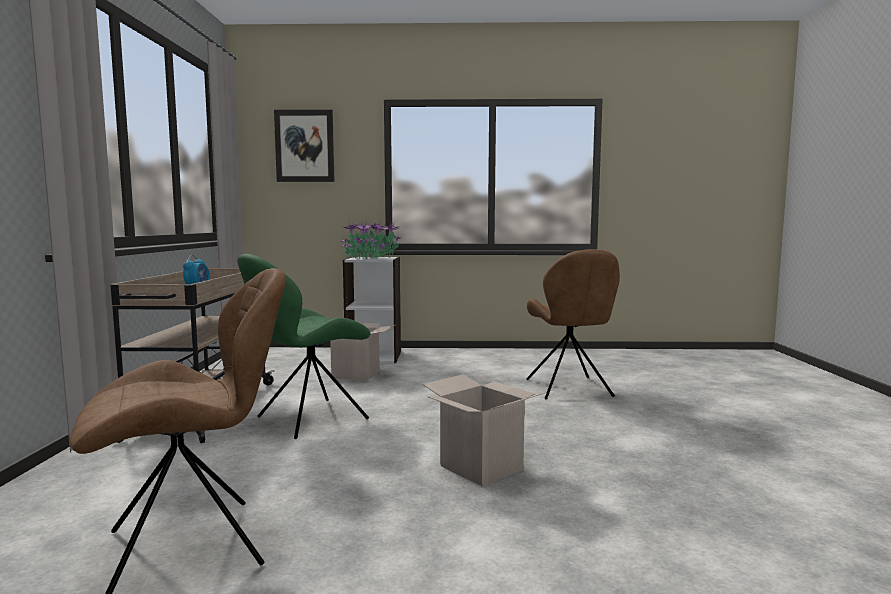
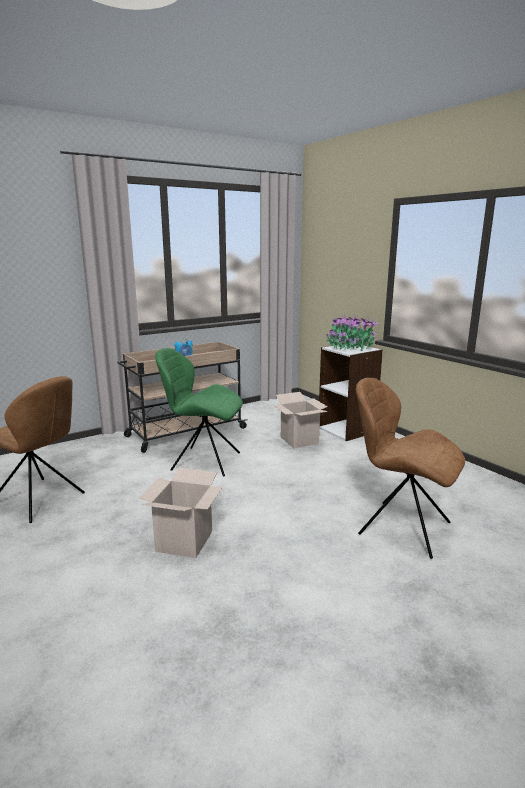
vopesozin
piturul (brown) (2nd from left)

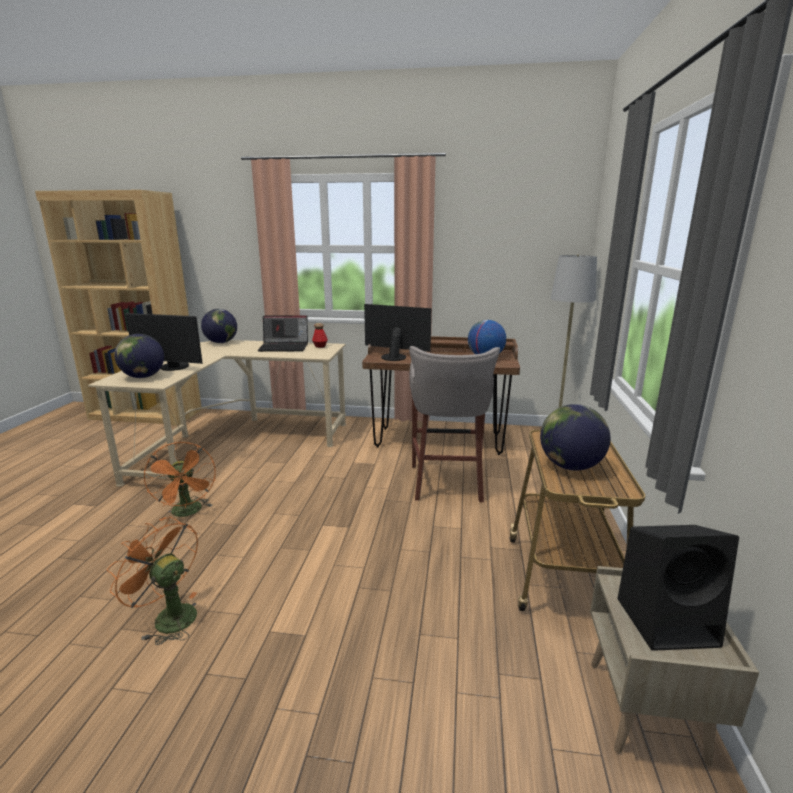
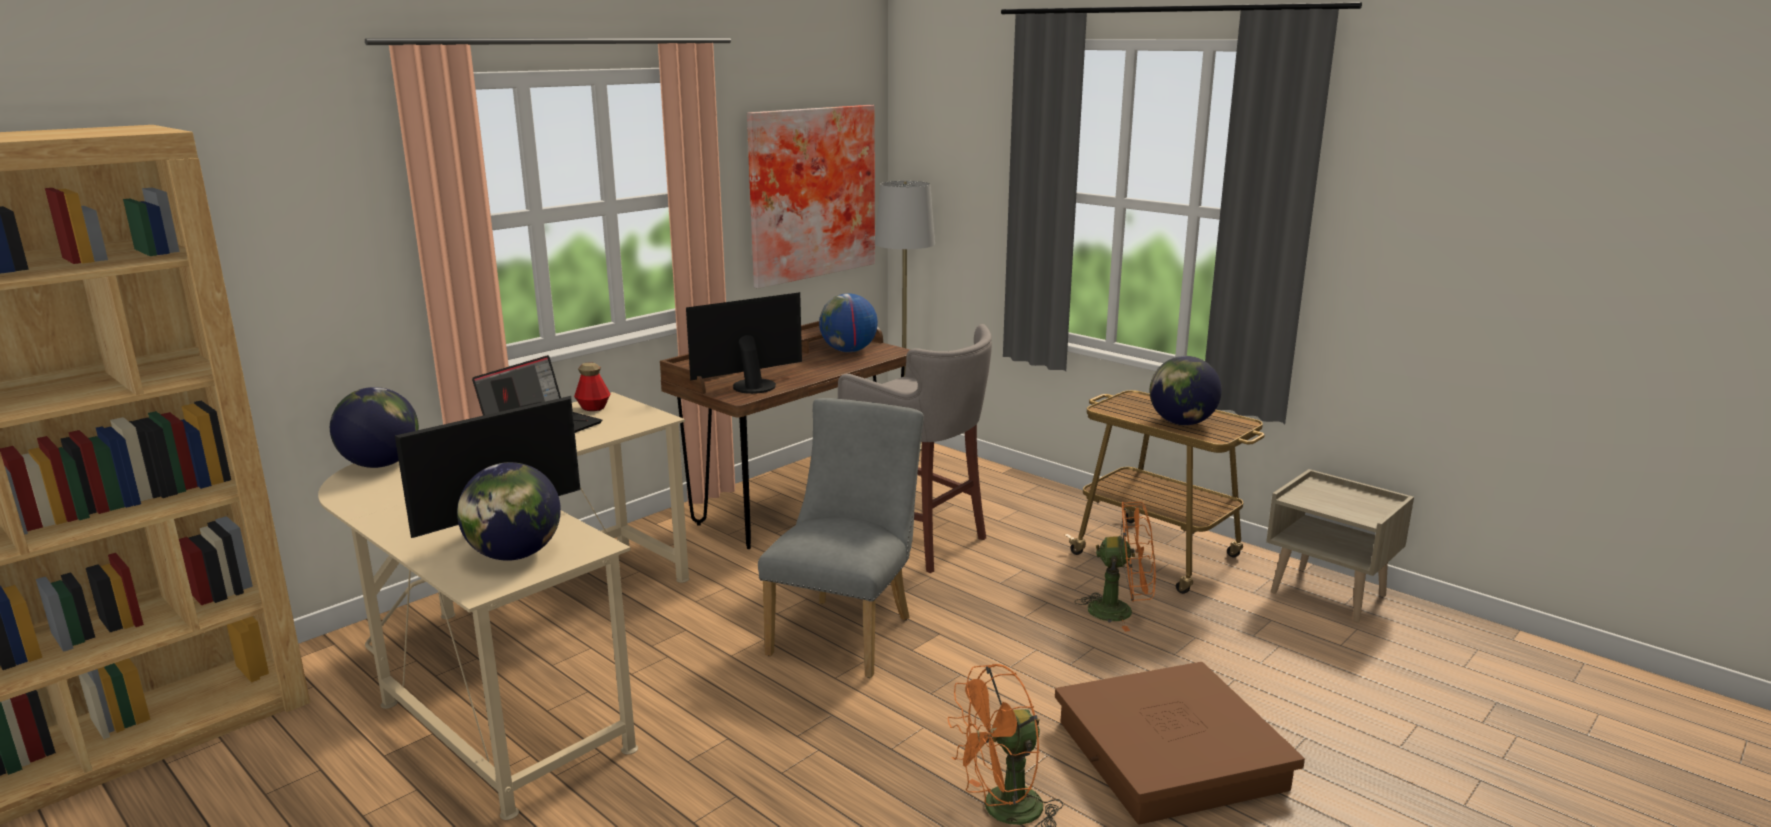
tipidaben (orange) (2nd from left)
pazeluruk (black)
vopesozin
piturul (grey)
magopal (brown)

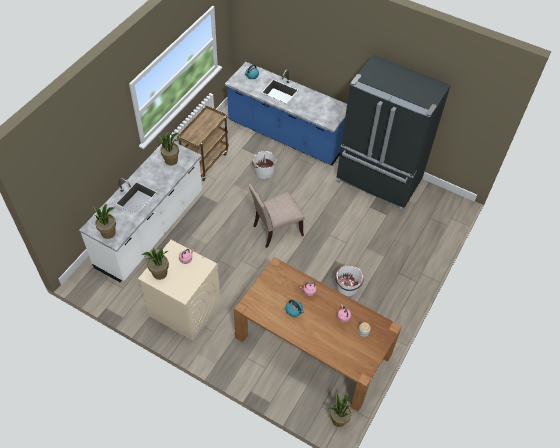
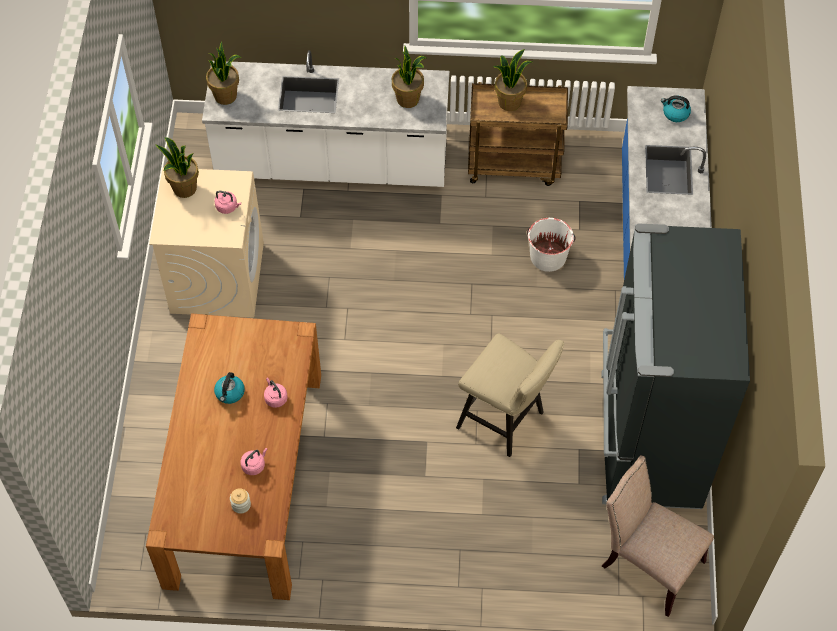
piturul (beige)
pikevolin (4th from left)
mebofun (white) (2nd from left in the first image)
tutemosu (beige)

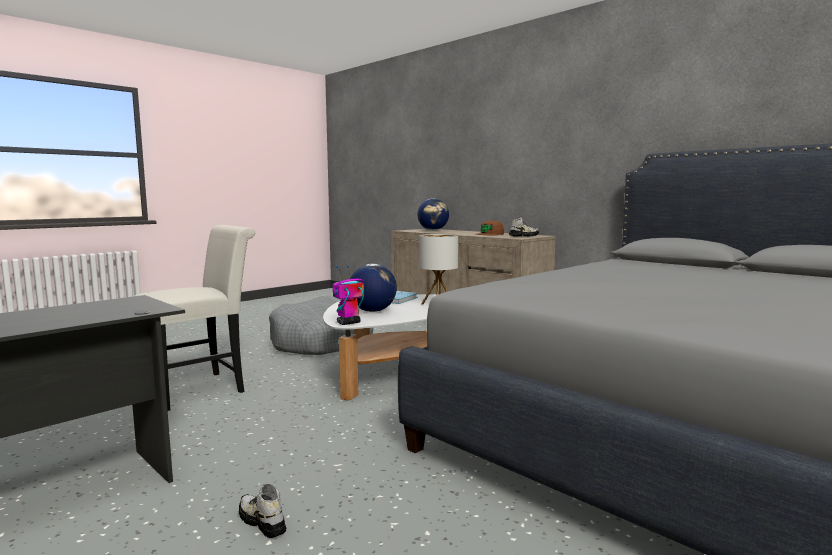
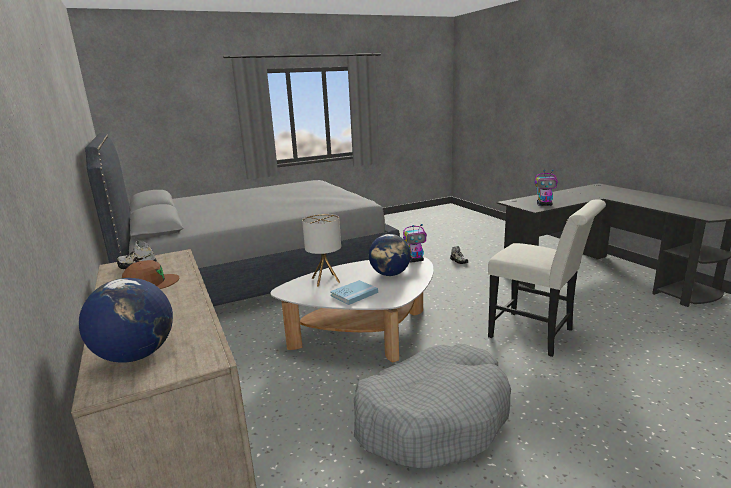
piturul (white)
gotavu (2nd from left)

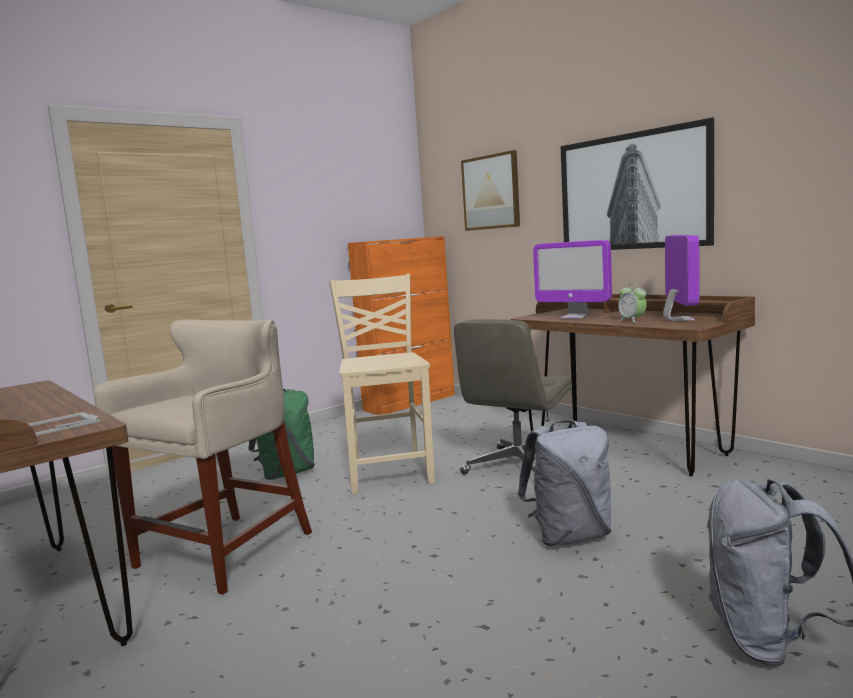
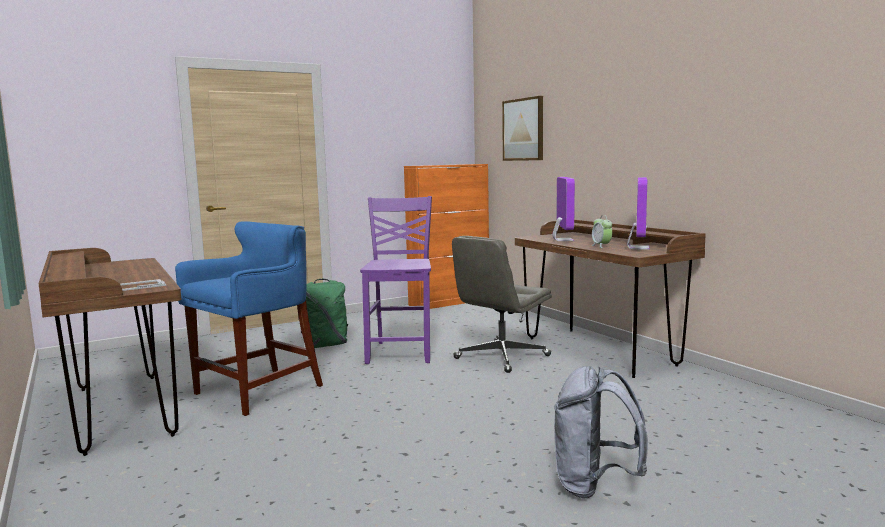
tutemosu (blue)
piturul (purple)
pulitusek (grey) (1st from left in the first image)
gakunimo (1st from left)
vopesozin (2nd from left in the first image)

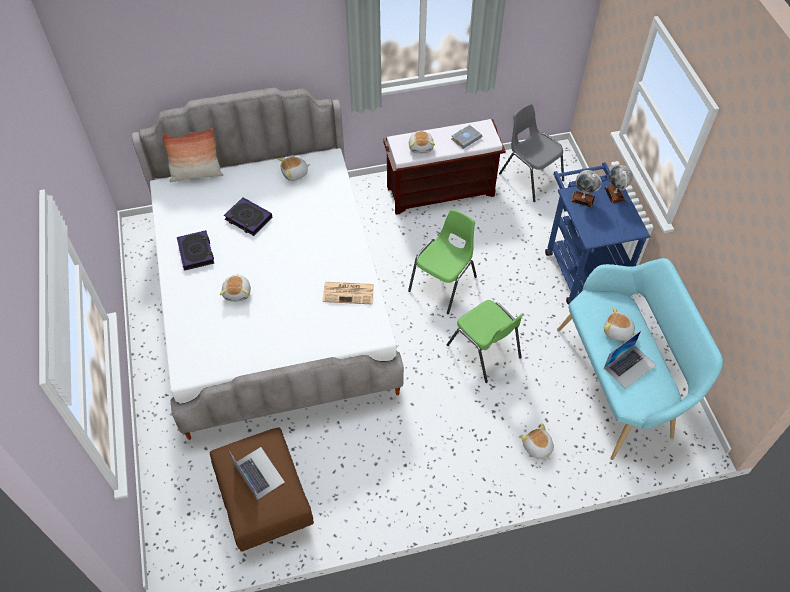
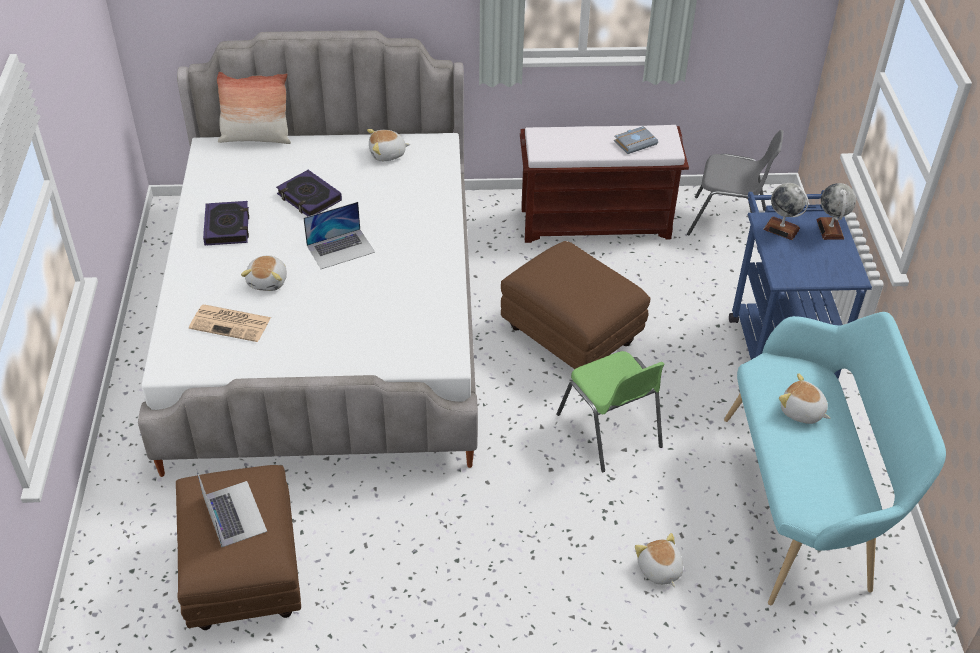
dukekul
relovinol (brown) (2nd from left)
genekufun (3rd from left in the first image)
piturul (grey)
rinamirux (2nd from left)

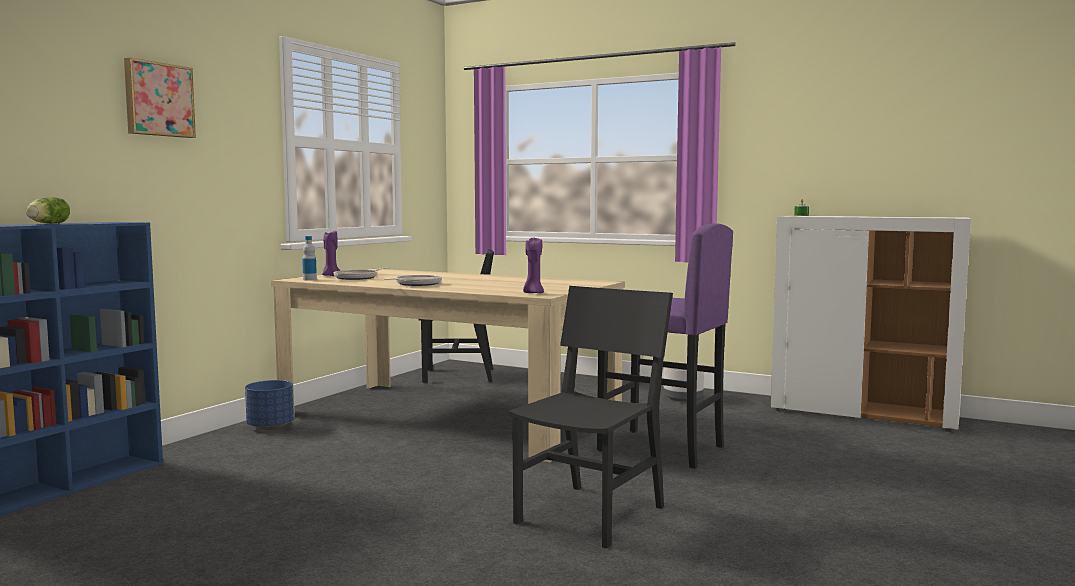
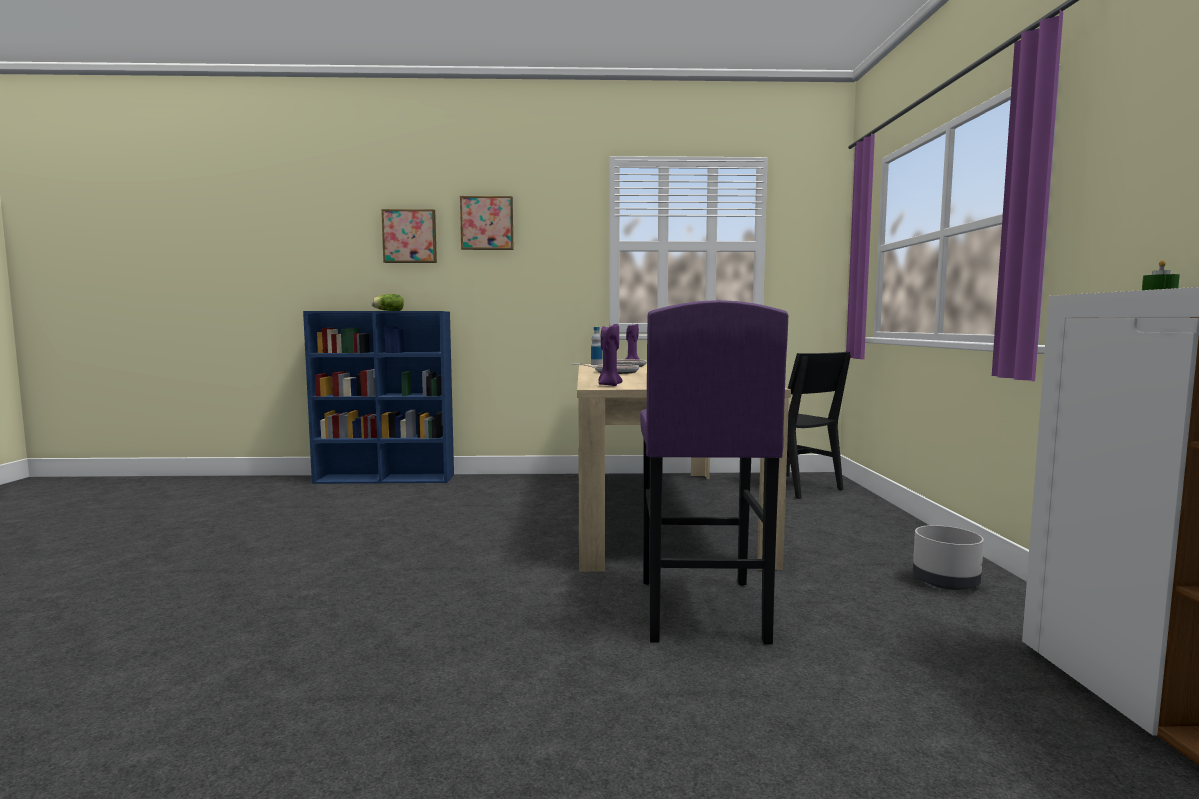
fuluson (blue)
piturul (black) (2nd from left in the first image)
vopesozin (1st from left)

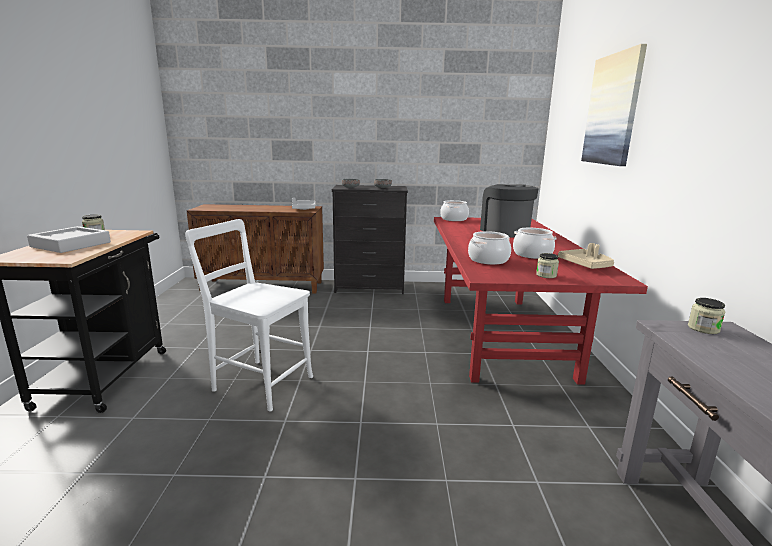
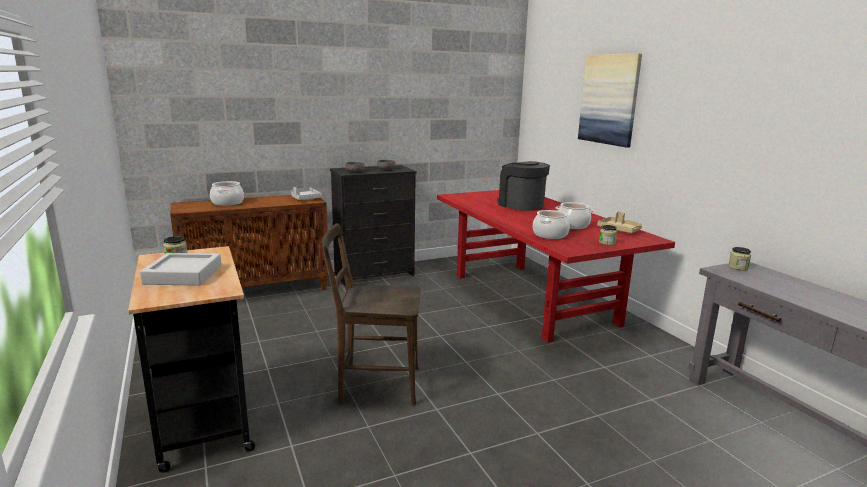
piturul (brown)
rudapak (1st from left)

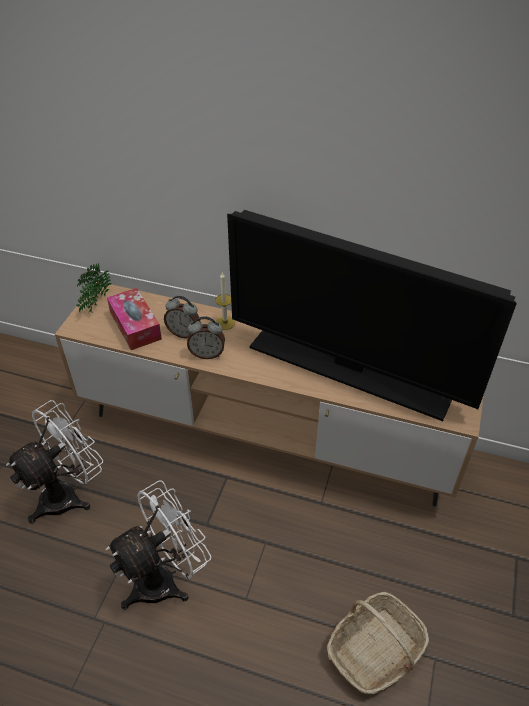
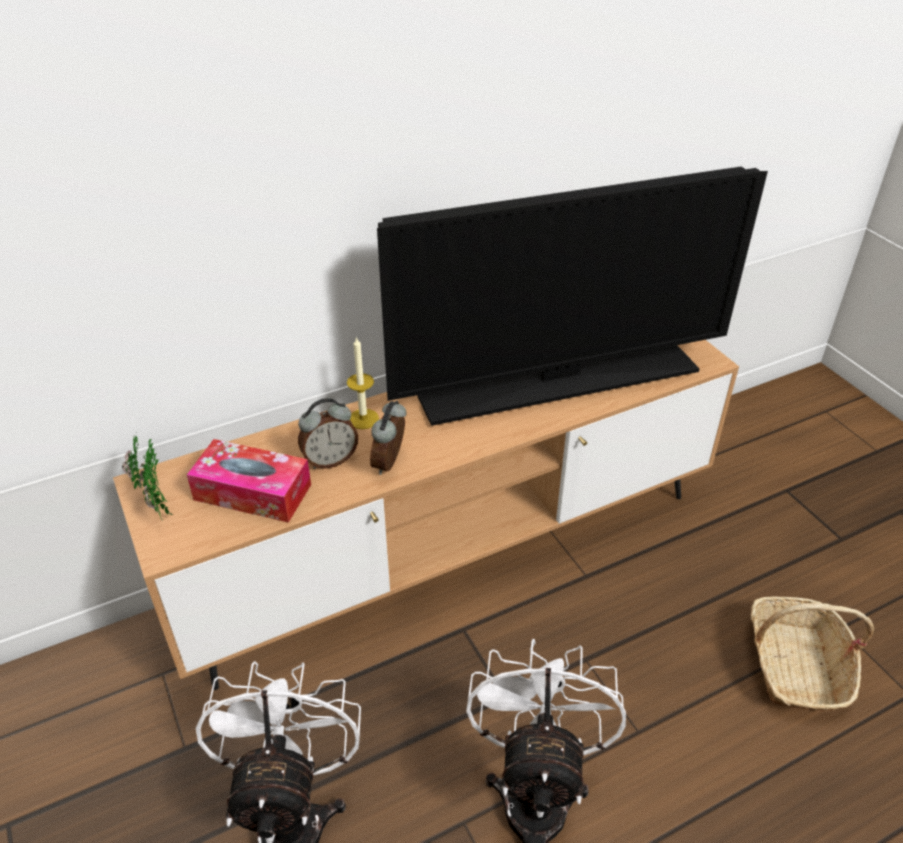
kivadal (2nd from left)

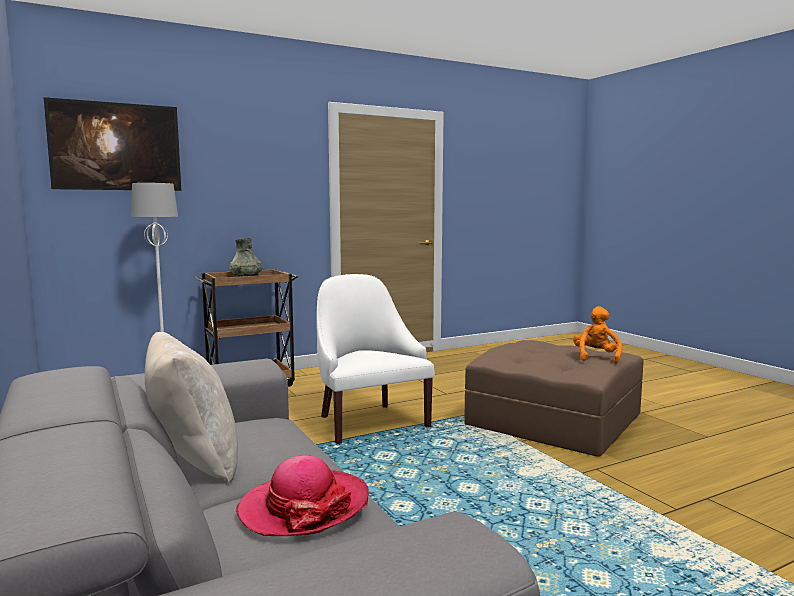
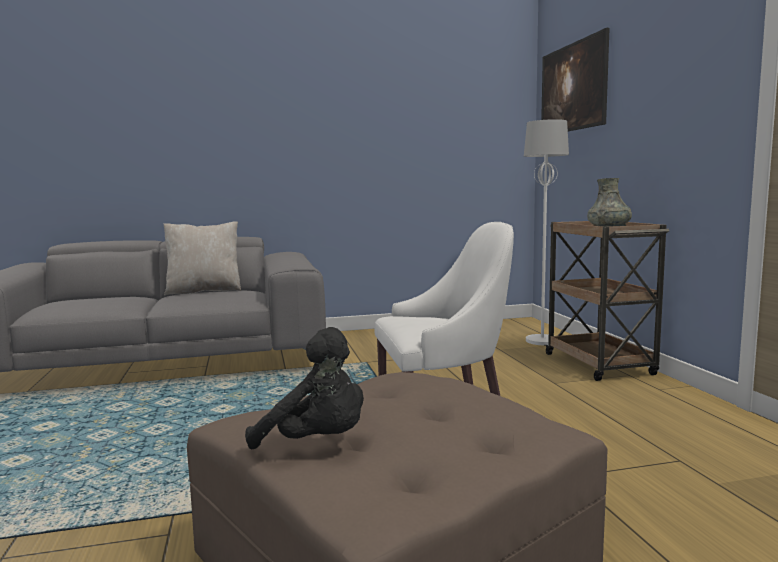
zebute
genekufun (black)

